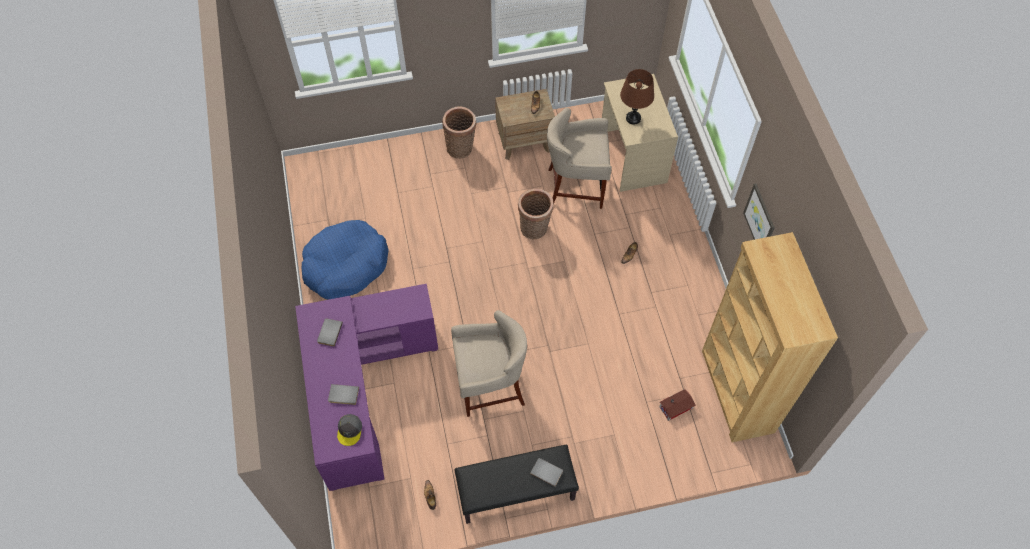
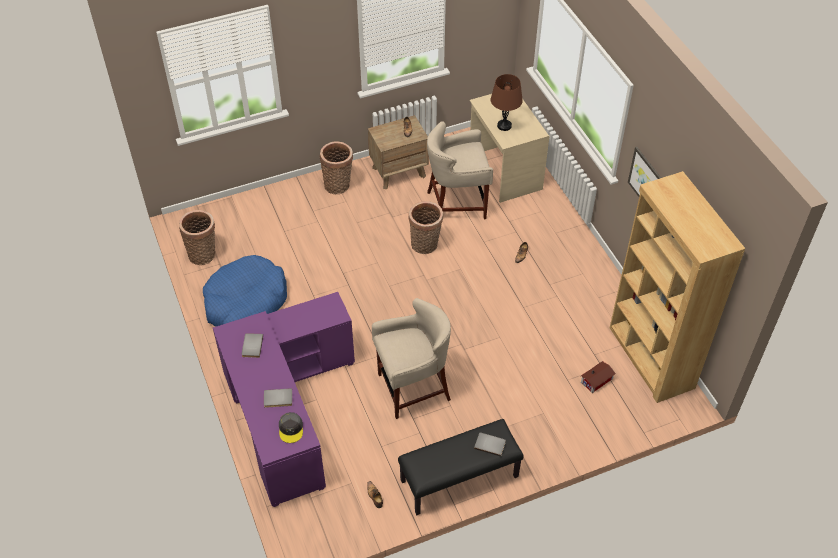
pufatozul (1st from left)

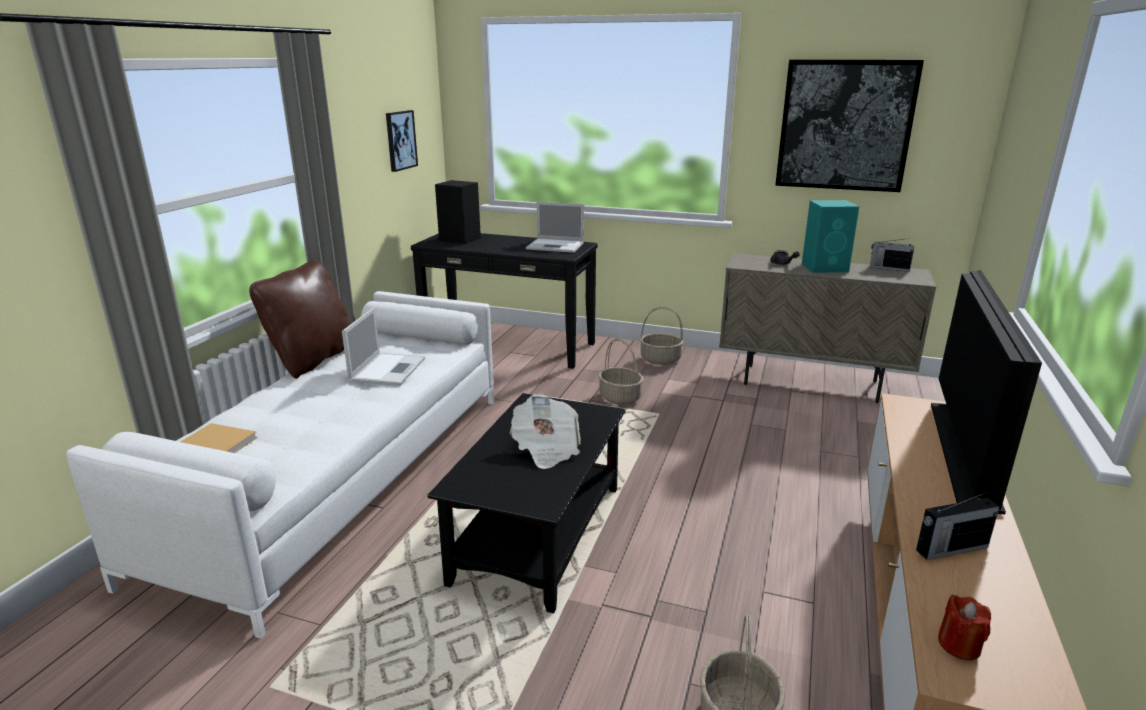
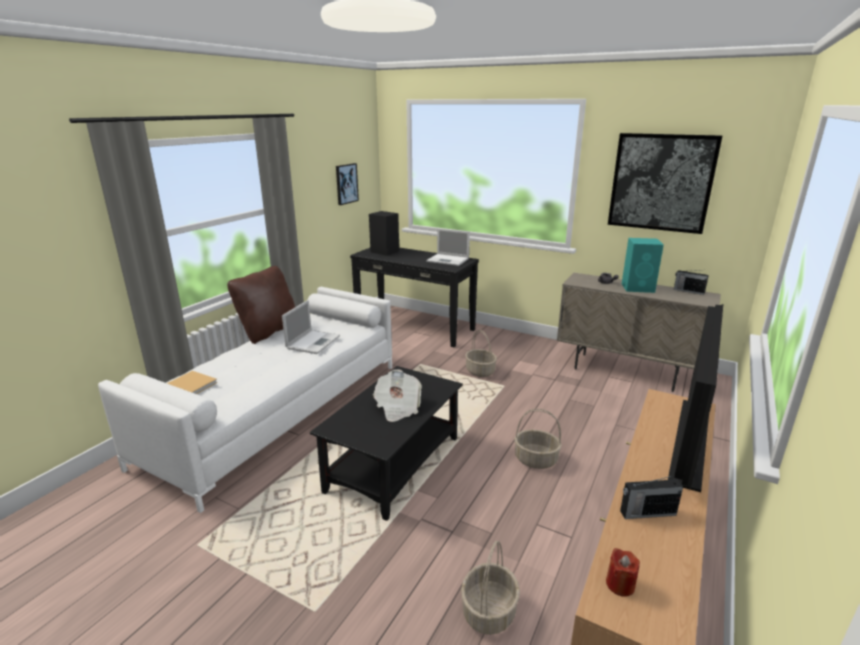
pufatozul (3rd from left)

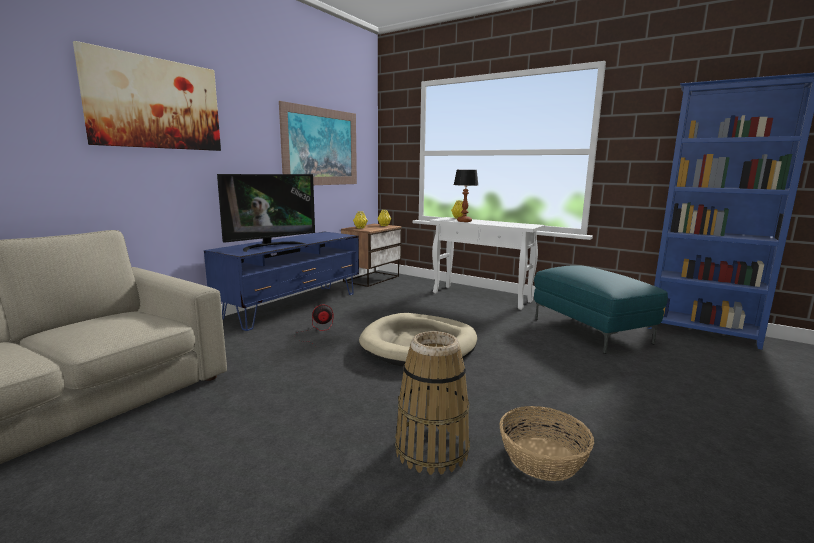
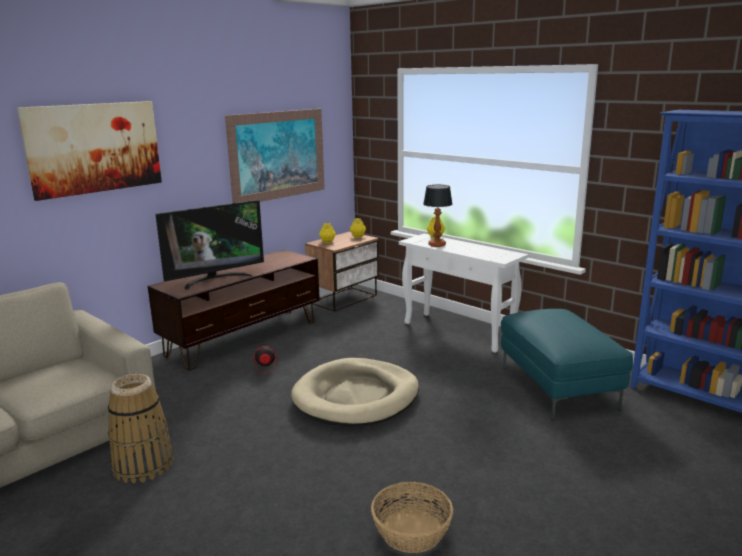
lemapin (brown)
pufatozul (1st from left)

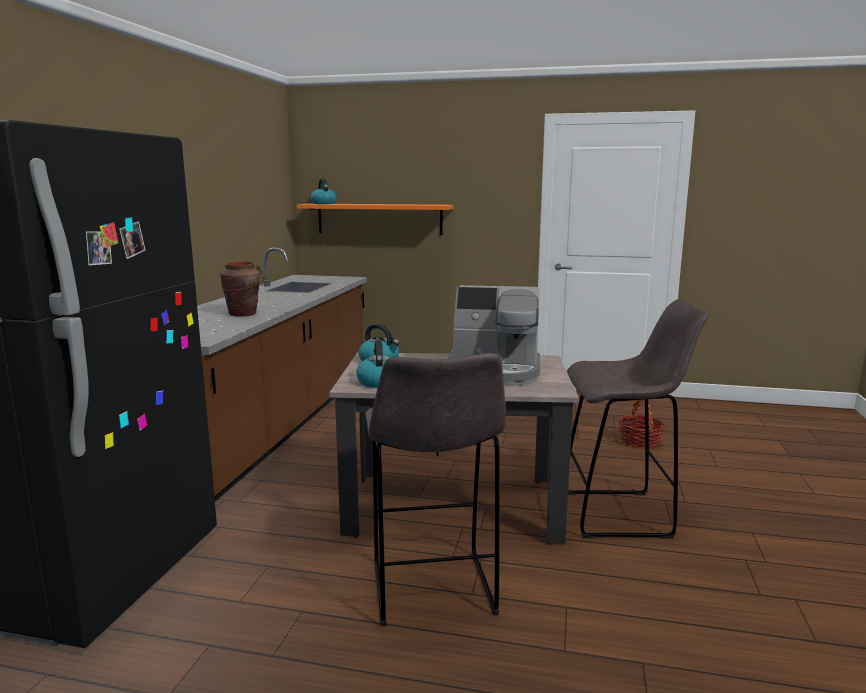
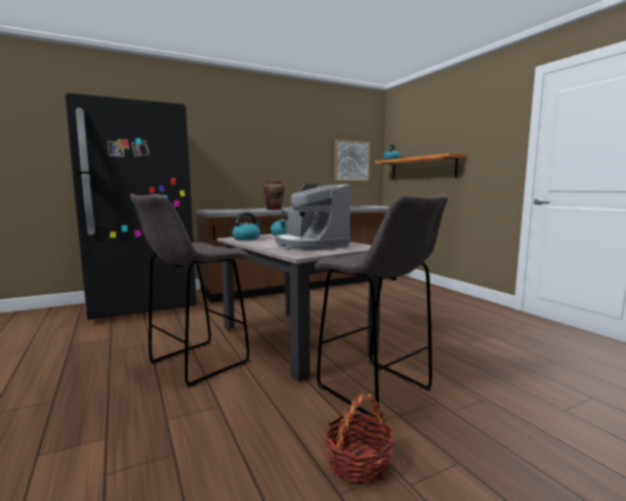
pufatozul
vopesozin

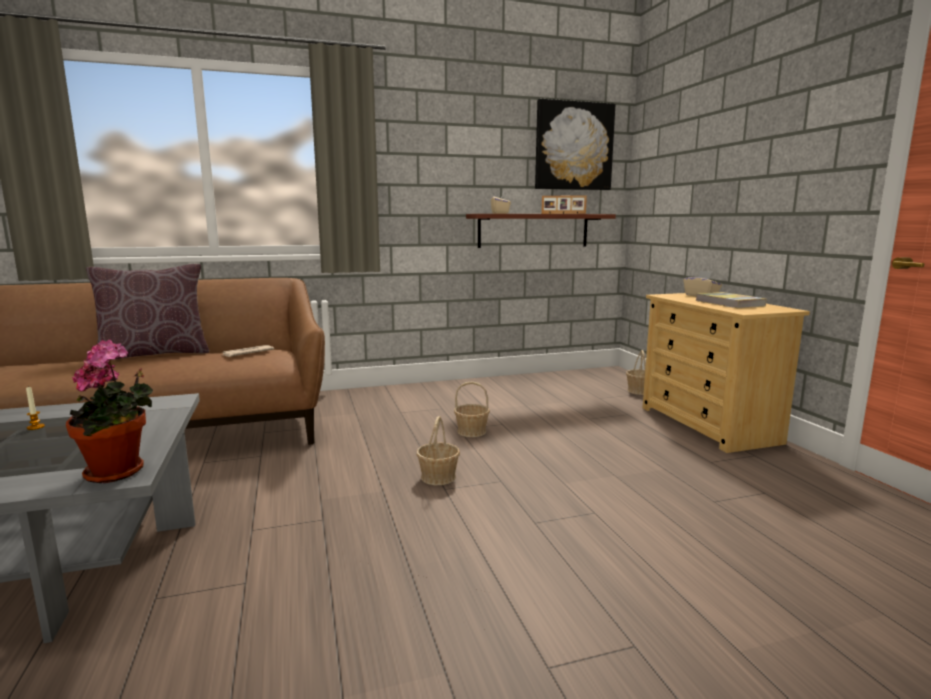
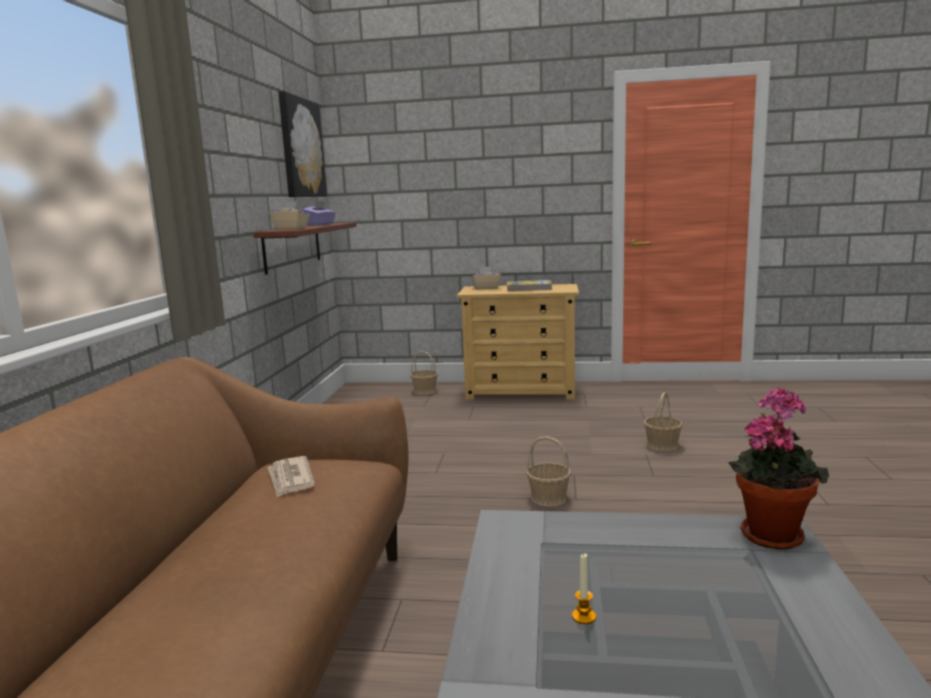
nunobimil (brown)
pufatozul (3rd from left)
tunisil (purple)

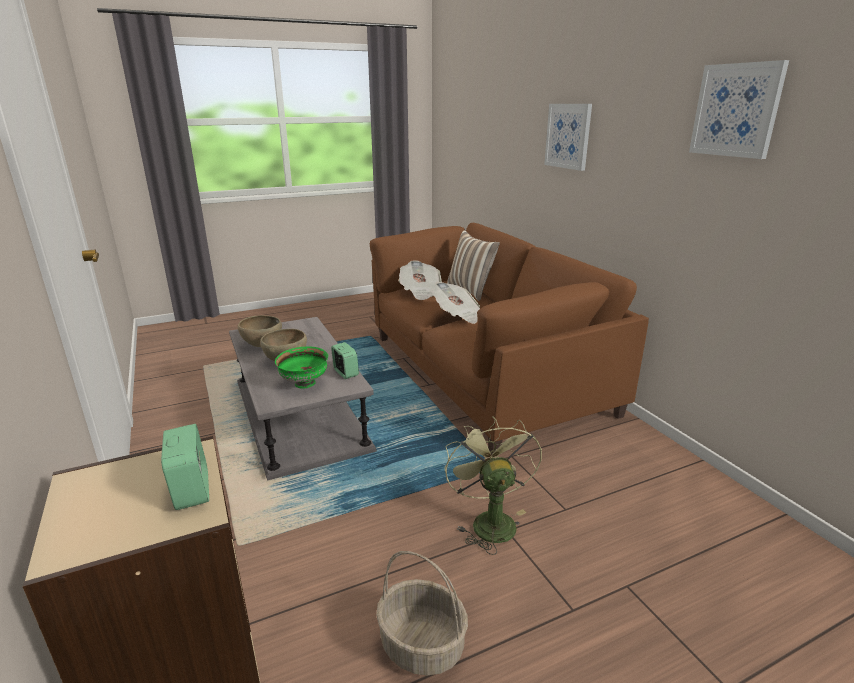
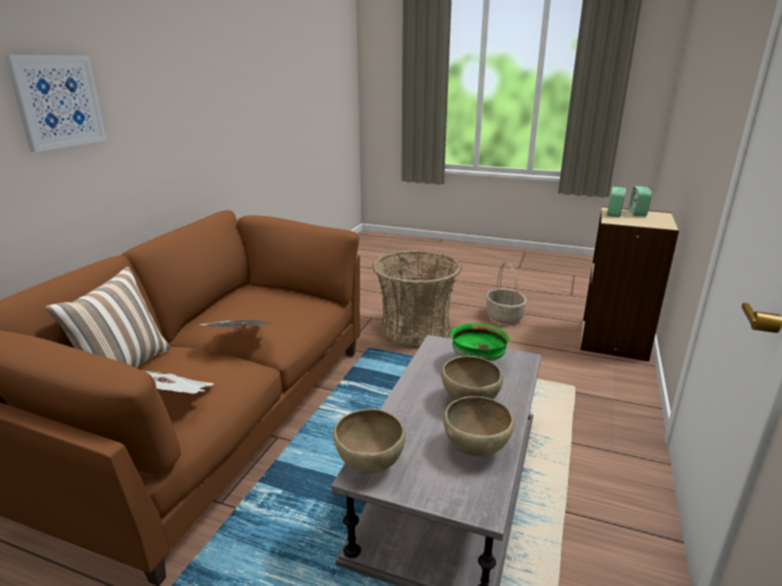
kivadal (2nd from left)
pufatozul (1st from left)
vopesozin (2nd from left in the first image)
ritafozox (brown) (1st from left)

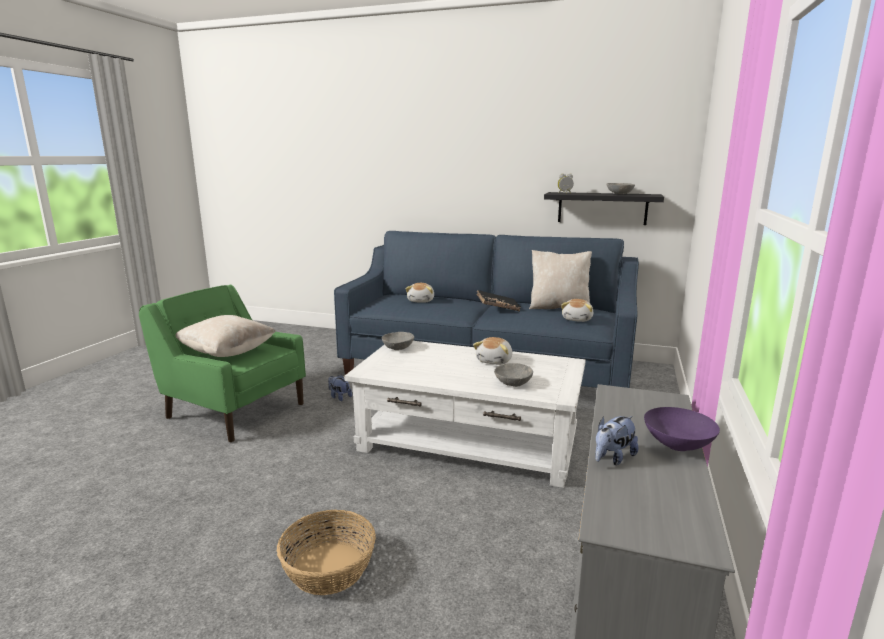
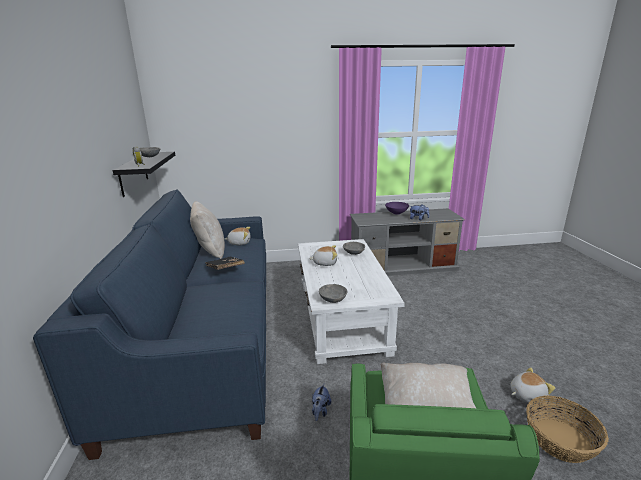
pufatozul
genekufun (5th from left)

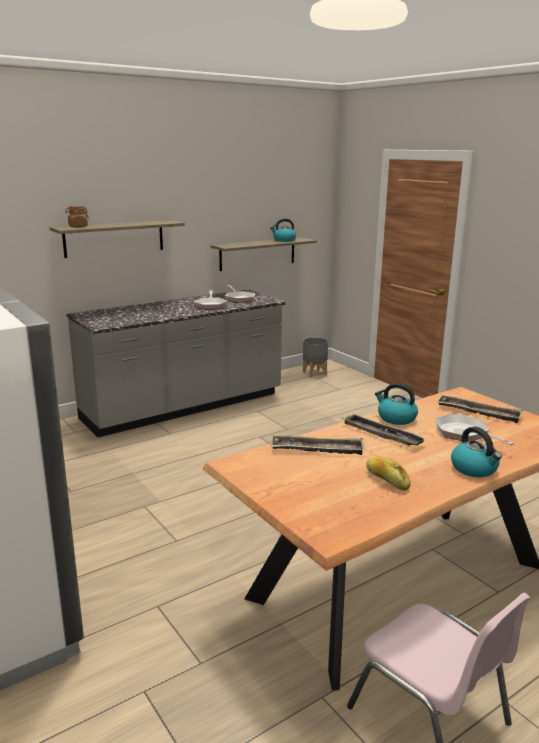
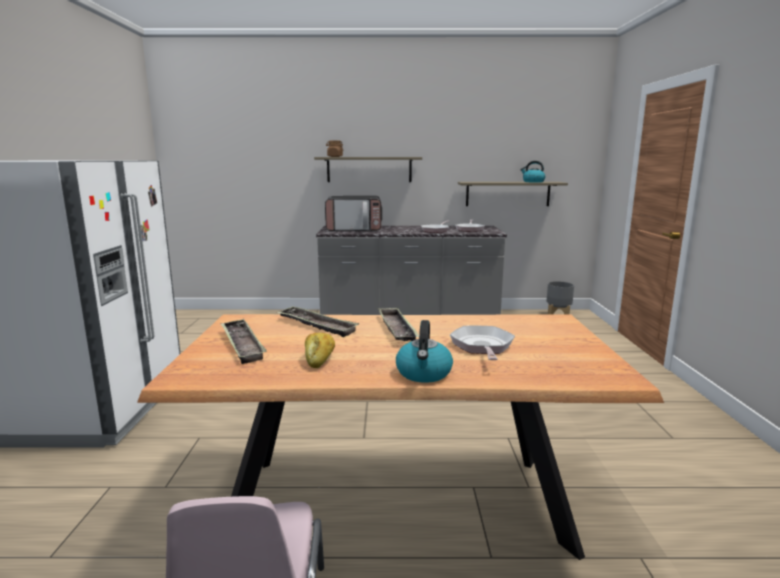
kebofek (2nd from left in the first image)
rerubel (1st from left)
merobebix

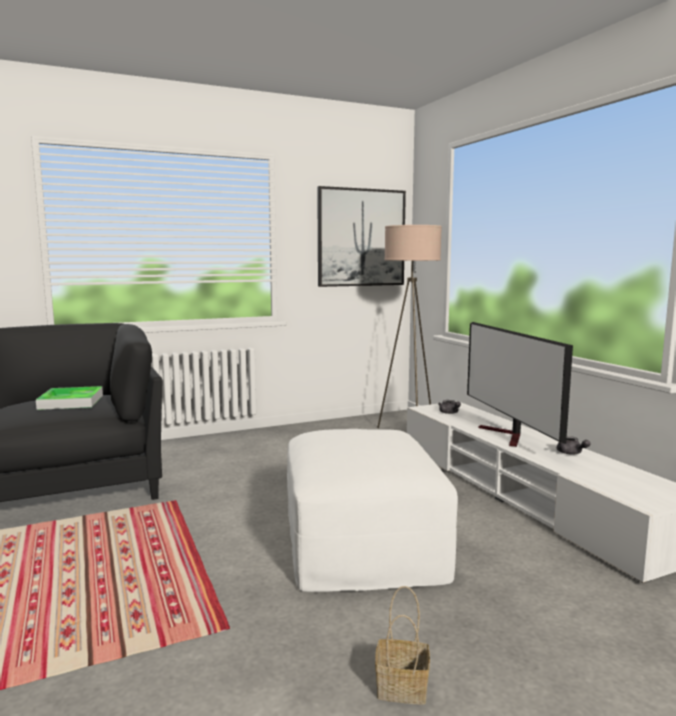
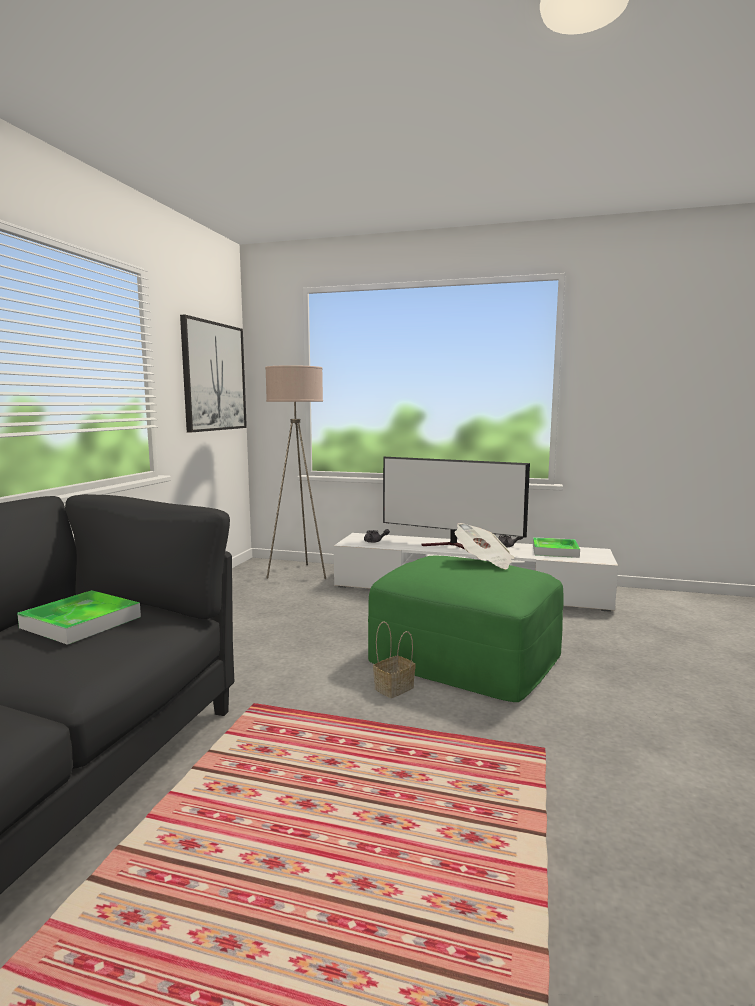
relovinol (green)
pufatozul
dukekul
rerubel (2nd from left)

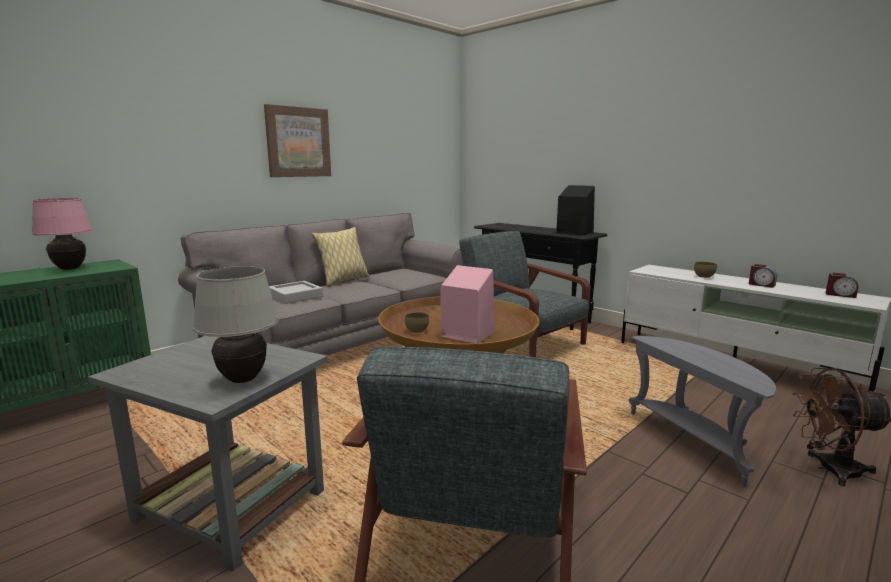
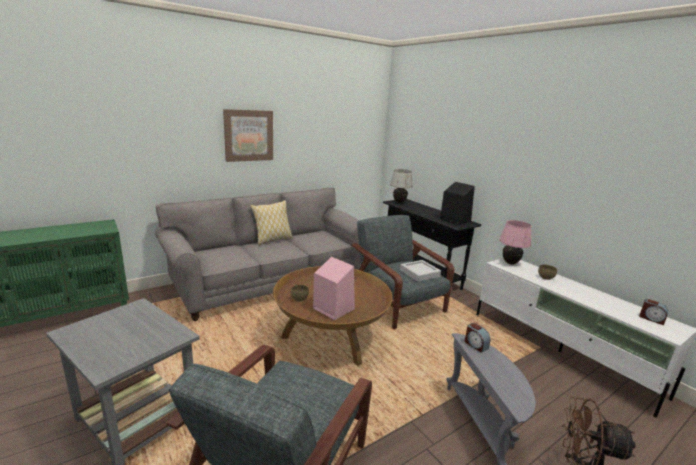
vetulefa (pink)
vetulefa (white)
rerubel (grey)
kivadal (1st from left)

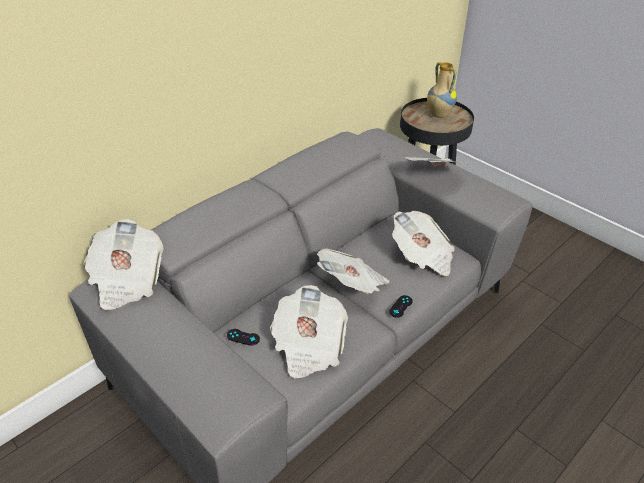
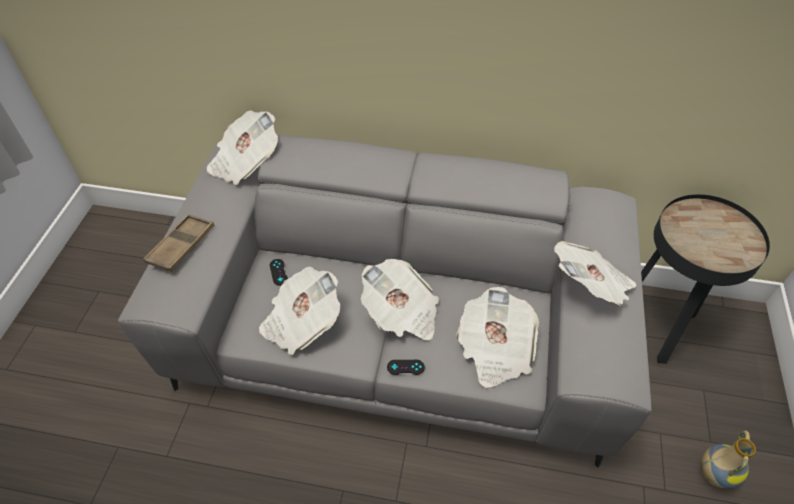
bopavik
rerubel (brown)

